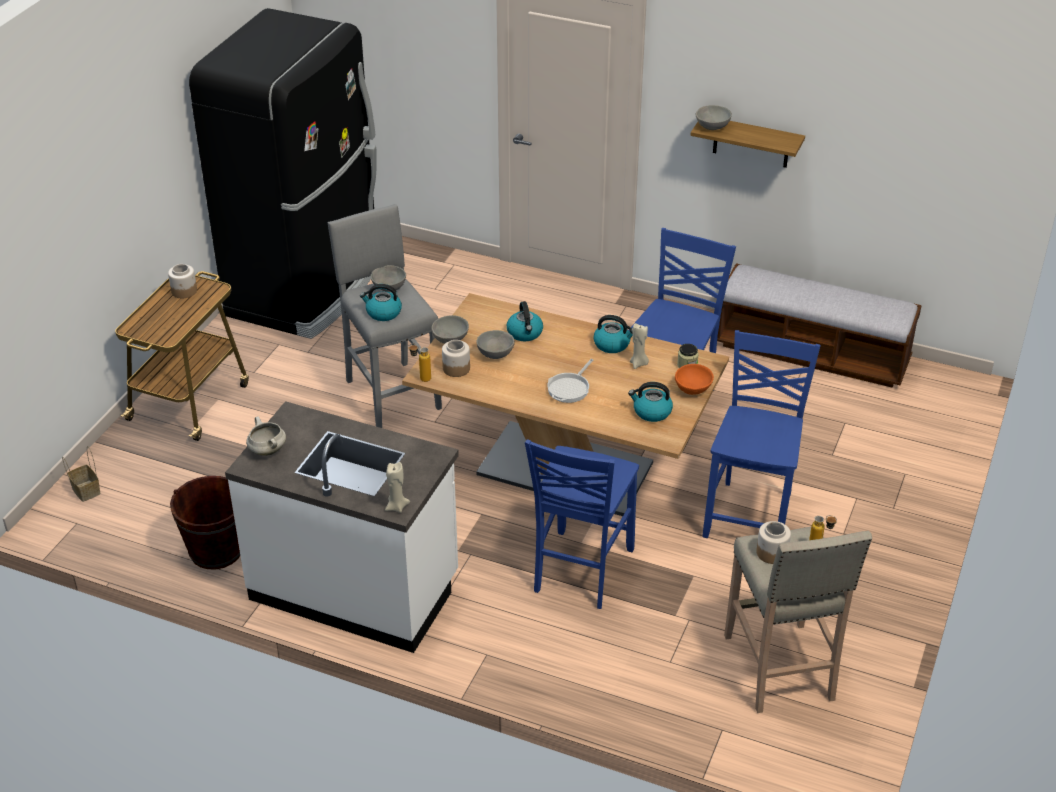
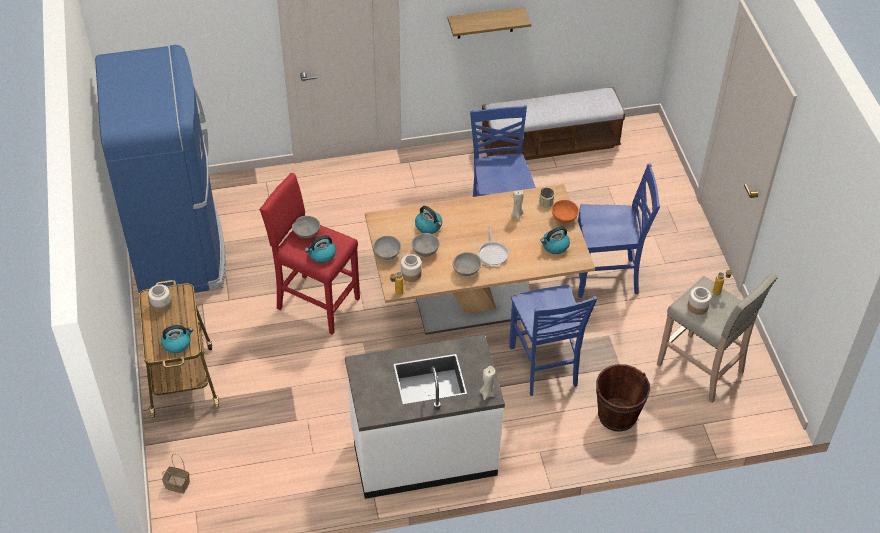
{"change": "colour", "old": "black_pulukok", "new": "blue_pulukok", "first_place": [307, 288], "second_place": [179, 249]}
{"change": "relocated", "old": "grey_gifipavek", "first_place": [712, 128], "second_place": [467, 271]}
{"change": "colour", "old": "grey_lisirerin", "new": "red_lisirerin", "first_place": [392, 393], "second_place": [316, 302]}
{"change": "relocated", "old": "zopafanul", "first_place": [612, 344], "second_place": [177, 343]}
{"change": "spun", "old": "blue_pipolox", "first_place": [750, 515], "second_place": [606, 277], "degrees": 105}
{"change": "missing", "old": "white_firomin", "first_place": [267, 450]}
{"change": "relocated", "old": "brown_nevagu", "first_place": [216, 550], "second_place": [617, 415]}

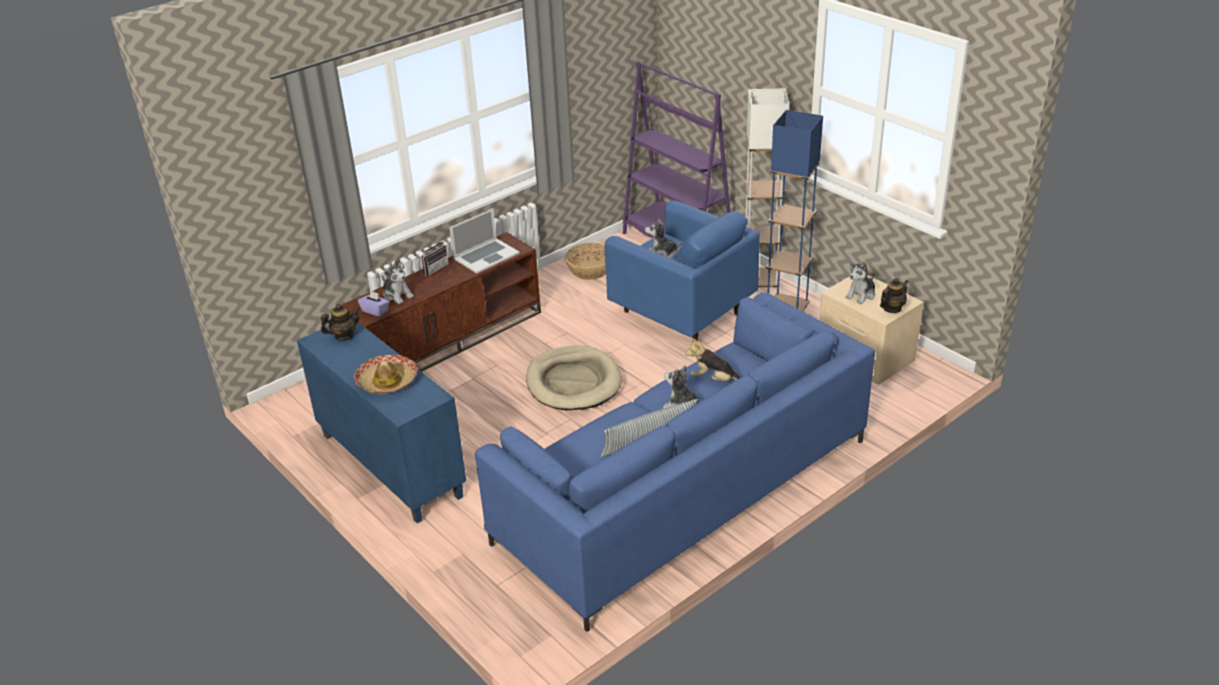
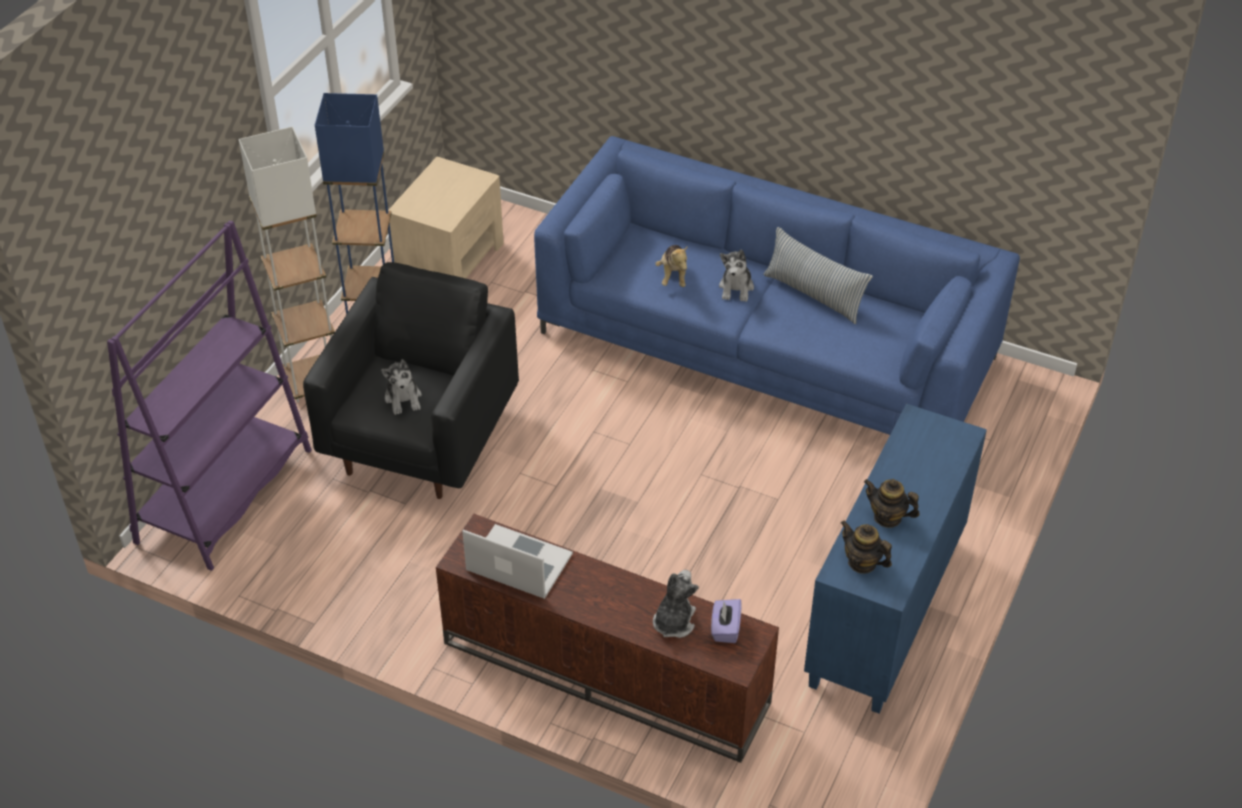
{"change": "colour", "old": "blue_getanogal", "new": "black_getanogal", "first_place": [681, 313], "second_place": [421, 439]}
{"change": "missing", "old": "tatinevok", "first_place": [434, 268]}
{"change": "missing", "old": "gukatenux", "first_place": [589, 270]}
{"change": "missing", "old": "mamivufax", "first_place": [861, 295]}
{"change": "relocated", "old": "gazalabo", "first_place": [892, 308], "second_place": [887, 517]}
{"change": "missing", "old": "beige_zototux", "first_place": [573, 382]}
{"change": "missing", "old": "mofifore", "first_place": [387, 381]}

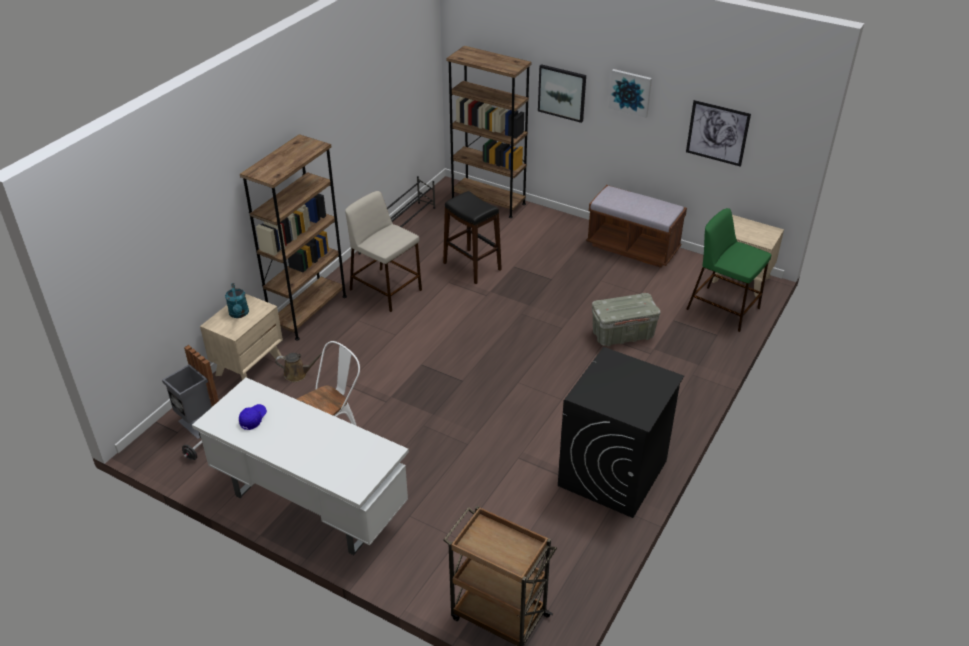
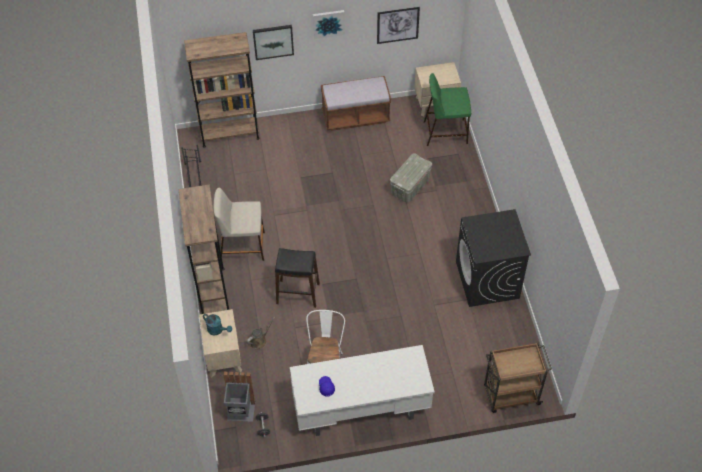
{"change": "relocated", "old": "black_lisirerin", "first_place": [472, 266], "second_place": [297, 294]}

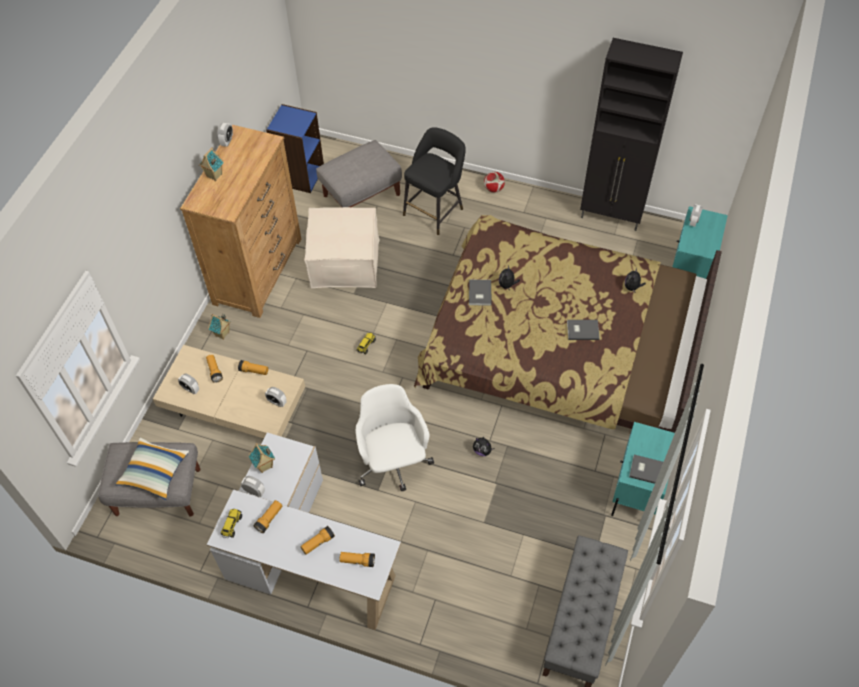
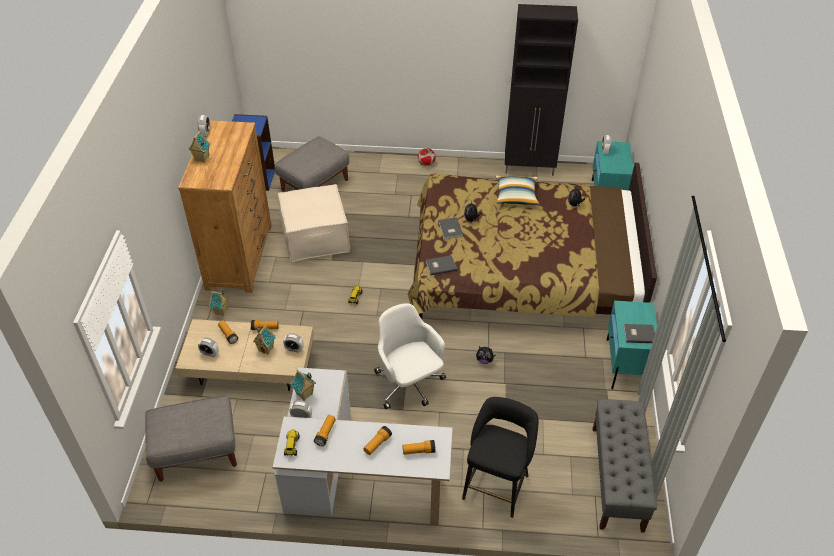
{"change": "relocated", "old": "black_lisirerin", "first_place": [435, 210], "second_place": [497, 484]}
{"change": "relocated", "old": "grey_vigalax", "first_place": [582, 330], "second_place": [440, 265]}
{"change": "relocated", "old": "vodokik", "first_place": [155, 472], "second_place": [516, 196]}
{"change": "appeared", "new": "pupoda", "second_place": [266, 349]}

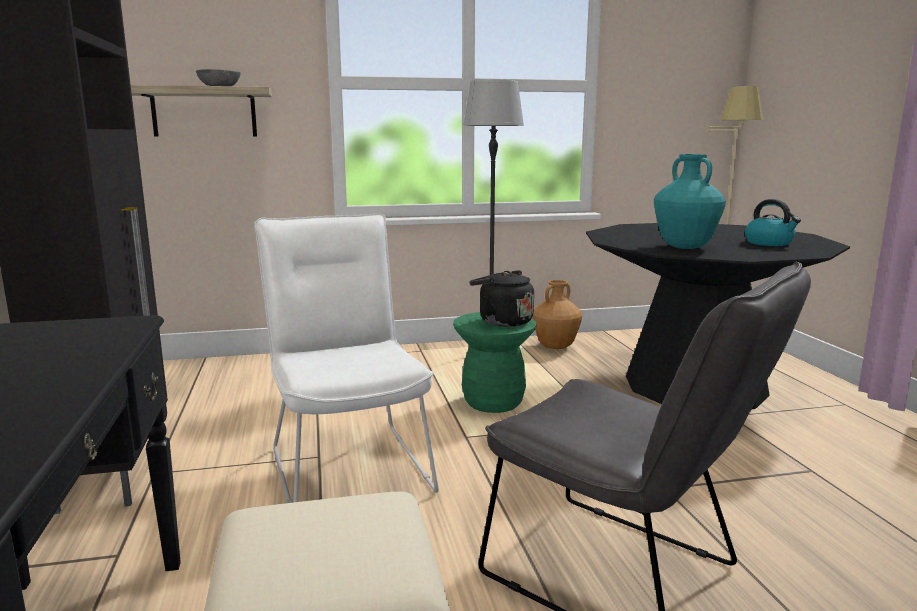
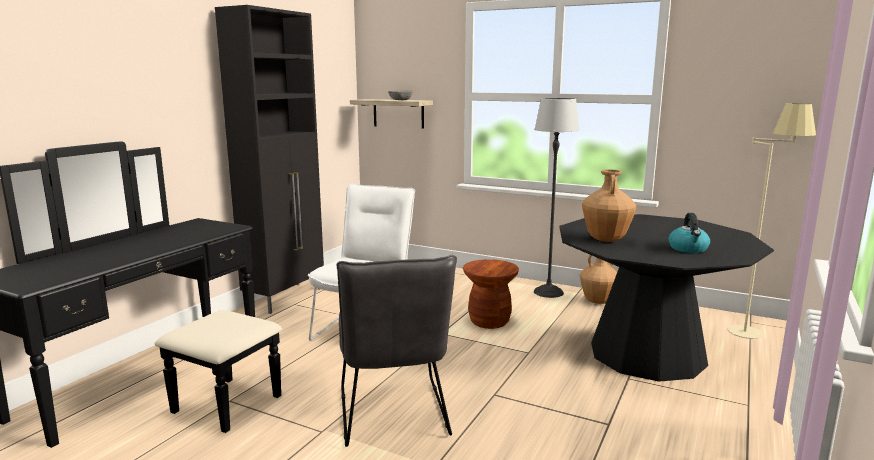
{"change": "colour", "old": "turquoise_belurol", "new": "brown_belurol", "first_place": [685, 247], "second_place": [606, 240]}
{"change": "missing", "old": "black_zopafanul", "first_place": [502, 321]}
{"change": "colour", "old": "green_lisirerin", "new": "brown_lisirerin", "first_place": [493, 402], "second_place": [489, 321]}

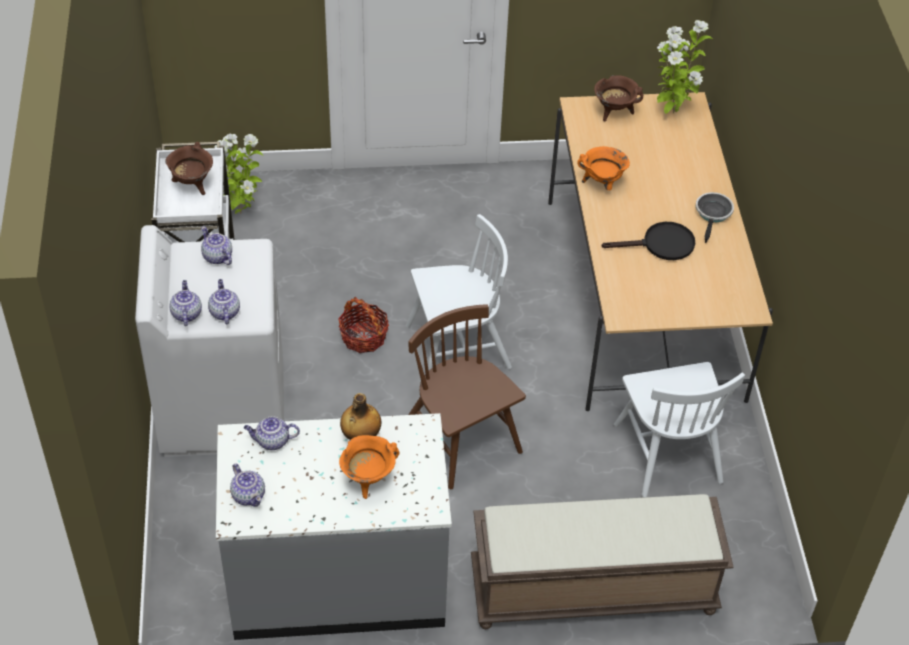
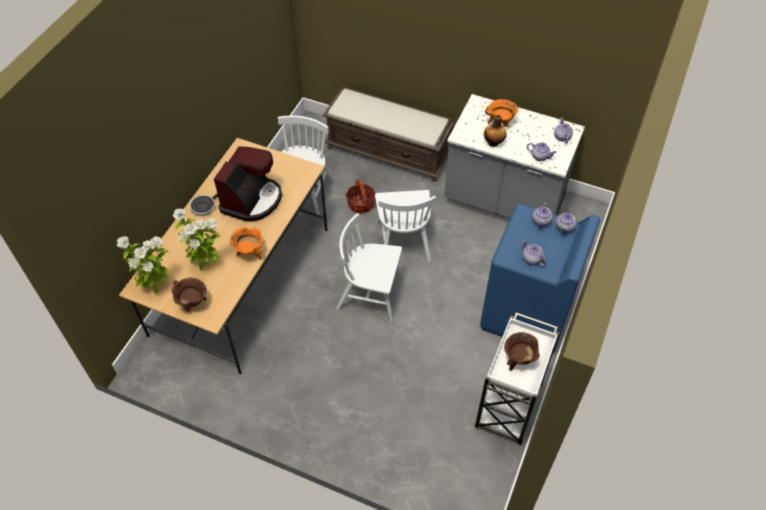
{"change": "relocated", "old": "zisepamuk", "first_place": [240, 213], "second_place": [205, 264]}
{"change": "exchanged", "old": "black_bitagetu", "new": "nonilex", "first_place": [661, 245], "second_place": [252, 200]}
{"change": "colour", "old": "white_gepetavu", "new": "blue_gepetavu", "first_place": [222, 407], "second_place": [527, 314]}
{"change": "spun", "old": "gazalabo", "first_place": [217, 257], "second_place": [531, 259], "degrees": 150}
{"change": "relocated", "old": "gukatenux", "first_place": [363, 337], "second_place": [361, 204]}
{"change": "colour", "old": "brown_pipolox", "new": "white_pipolox", "first_place": [461, 439], "second_place": [403, 241]}

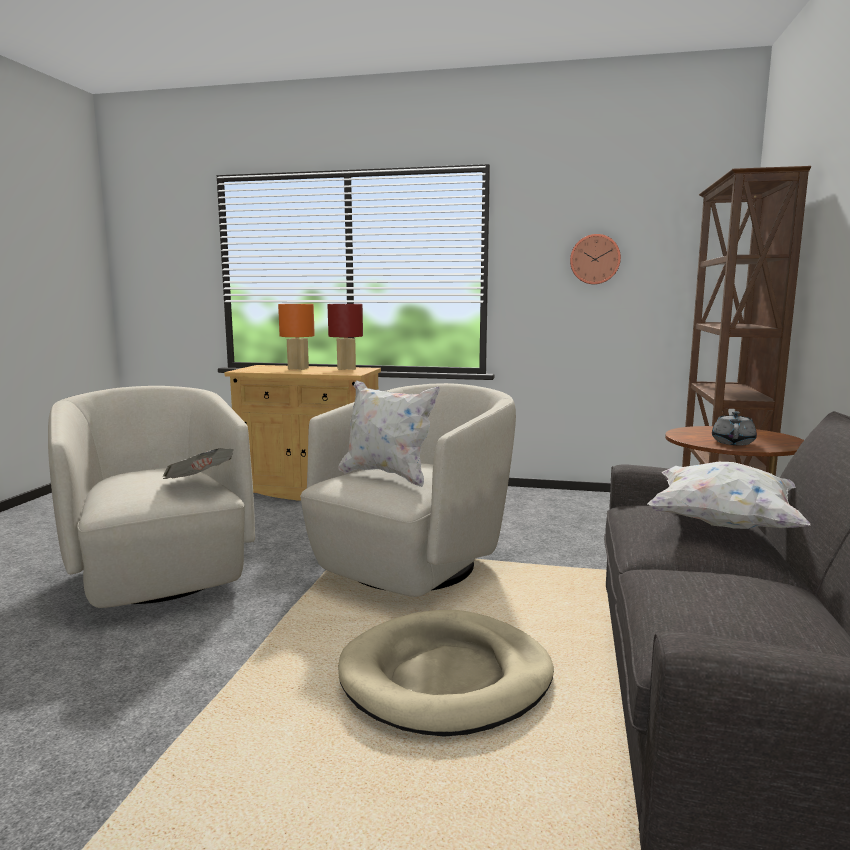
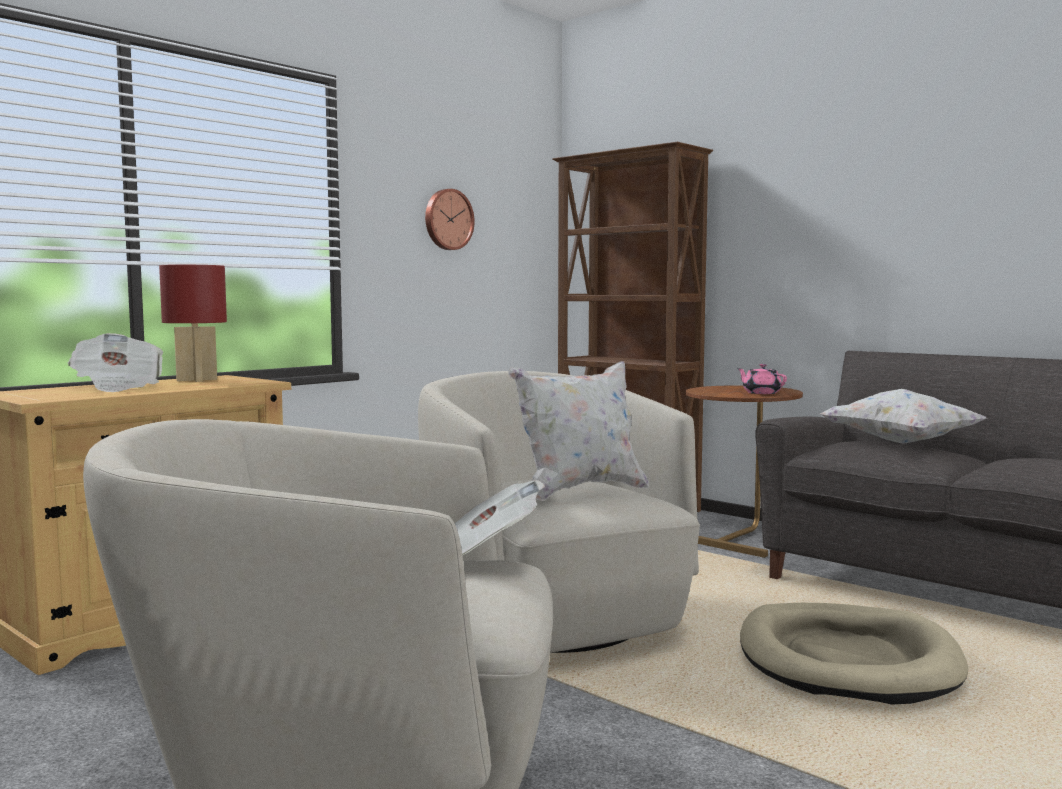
{"change": "exchanged", "old": "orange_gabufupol", "new": "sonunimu", "first_place": [298, 368], "second_place": [118, 387]}
{"change": "colour", "old": "grey_gazalabo", "new": "pink_gazalabo", "first_place": [733, 442], "second_place": [761, 393]}

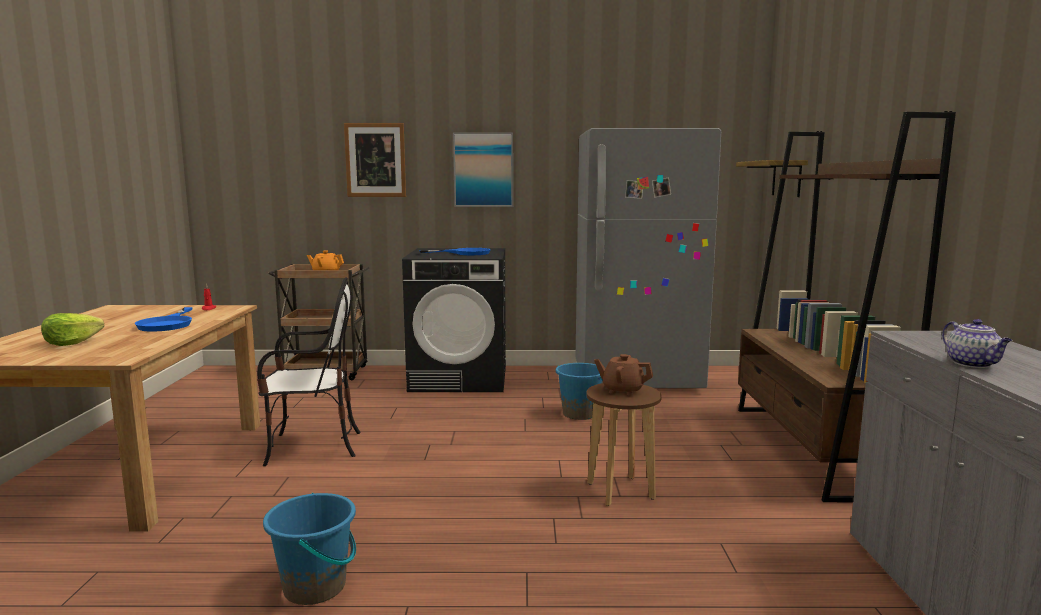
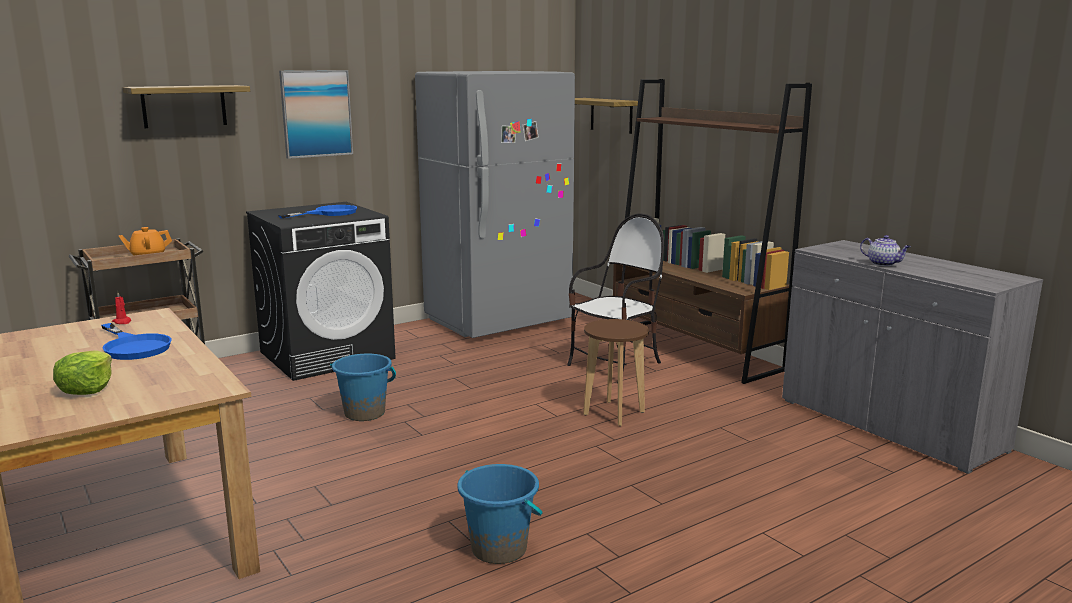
{"change": "exchanged", "old": "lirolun", "new": "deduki", "first_place": [375, 160], "second_place": [184, 106]}
{"change": "relocated", "old": "pipolox", "first_place": [312, 447], "second_place": [615, 365]}
{"change": "missing", "old": "brown_gazalabo", "first_place": [622, 390]}
{"change": "relocated", "old": "blue_nevagu", "first_place": [580, 414], "second_place": [365, 413]}

